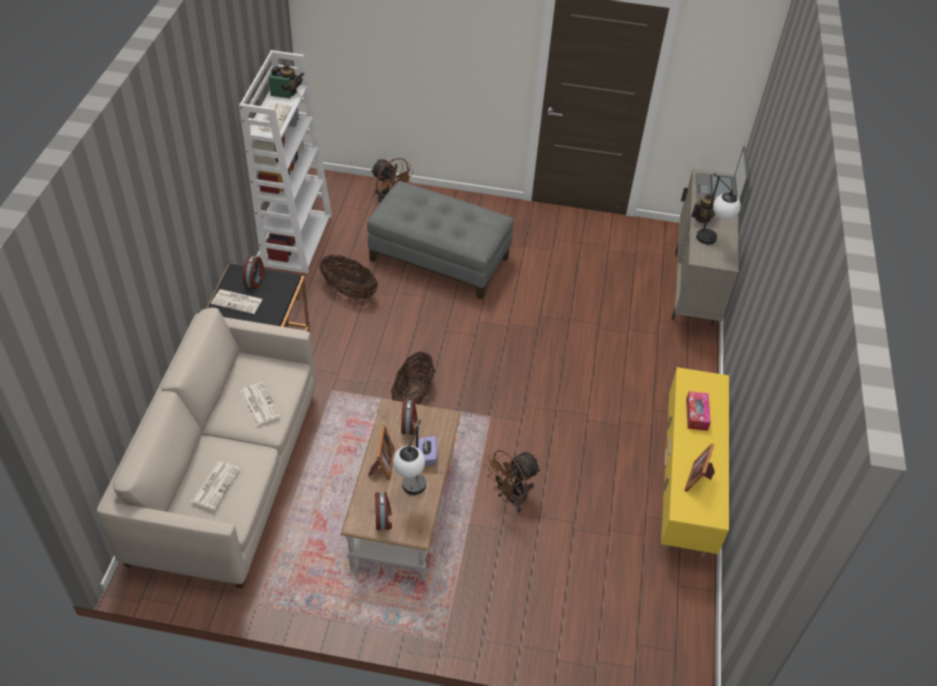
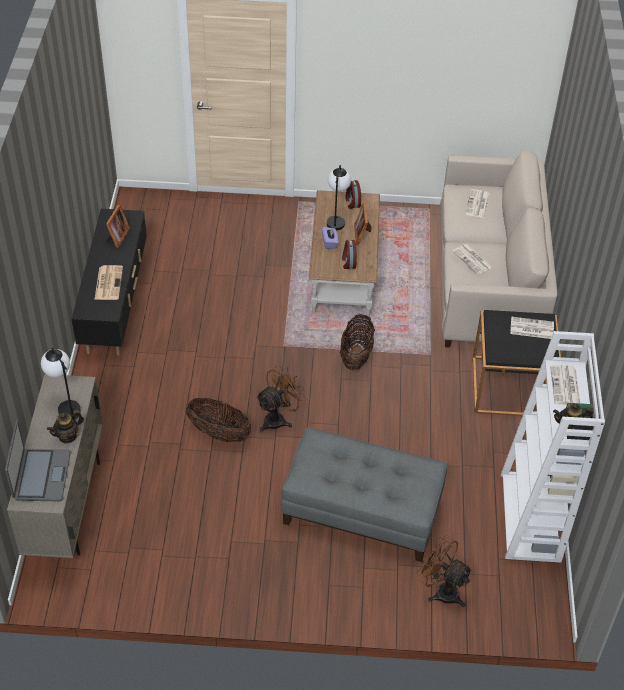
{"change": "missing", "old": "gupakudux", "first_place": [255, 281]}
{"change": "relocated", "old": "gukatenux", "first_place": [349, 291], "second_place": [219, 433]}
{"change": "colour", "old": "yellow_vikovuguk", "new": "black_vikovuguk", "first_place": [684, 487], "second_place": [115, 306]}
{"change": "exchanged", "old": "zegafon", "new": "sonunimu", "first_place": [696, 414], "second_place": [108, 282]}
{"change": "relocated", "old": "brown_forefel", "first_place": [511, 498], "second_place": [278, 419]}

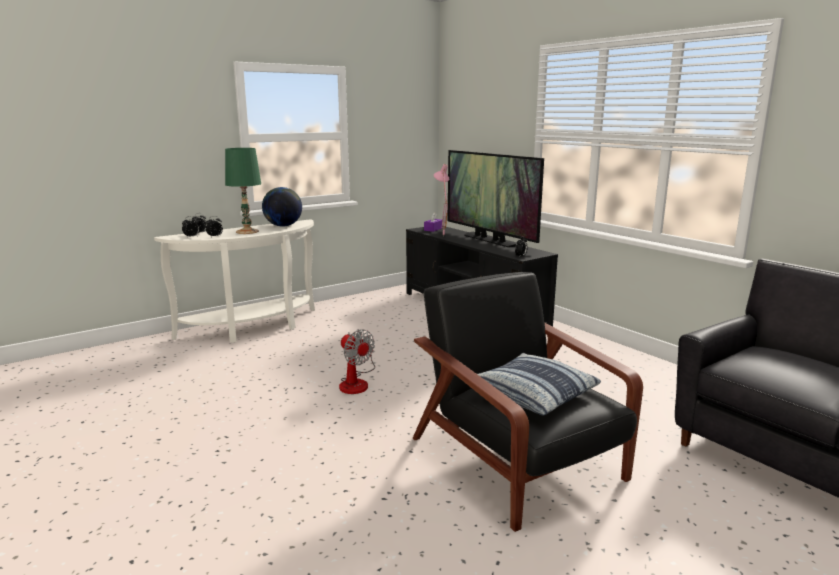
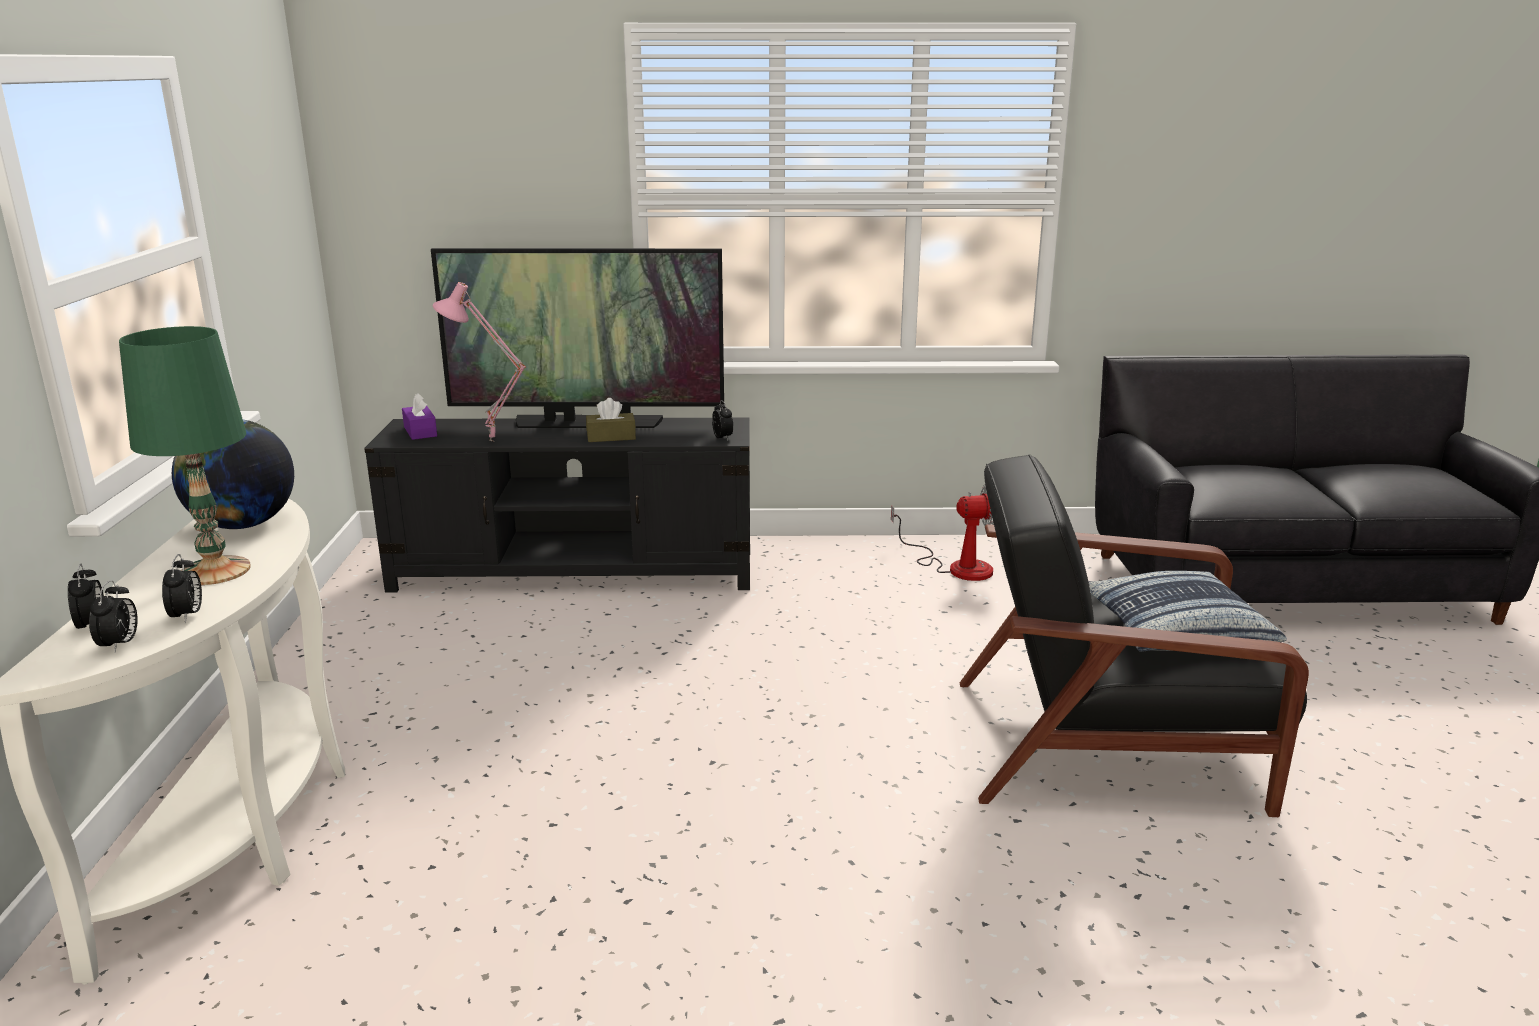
{"change": "relocated", "old": "forefel", "first_place": [356, 382], "second_place": [957, 566]}
{"change": "appeared", "new": "brown_zegafon", "second_place": [611, 437]}

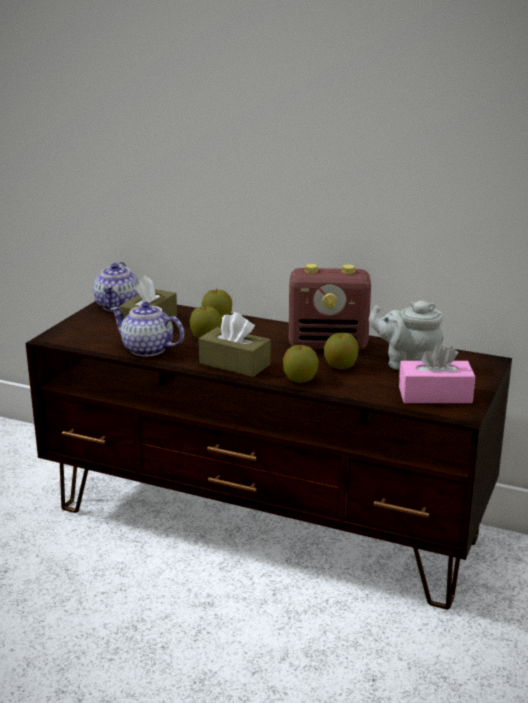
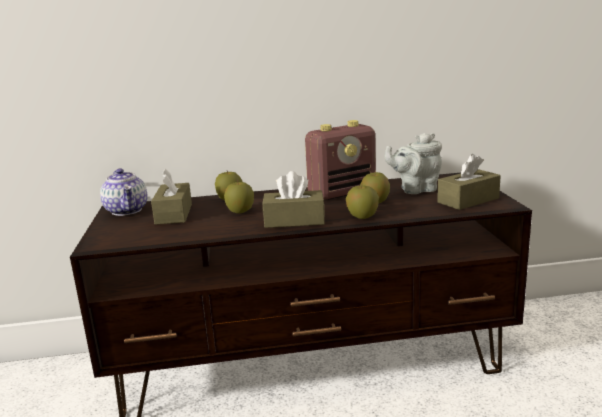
{"change": "missing", "old": "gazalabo", "first_place": [147, 349]}
{"change": "colour", "old": "pink_zegafon", "new": "brown_zegafon", "first_place": [435, 395], "second_place": [468, 200]}

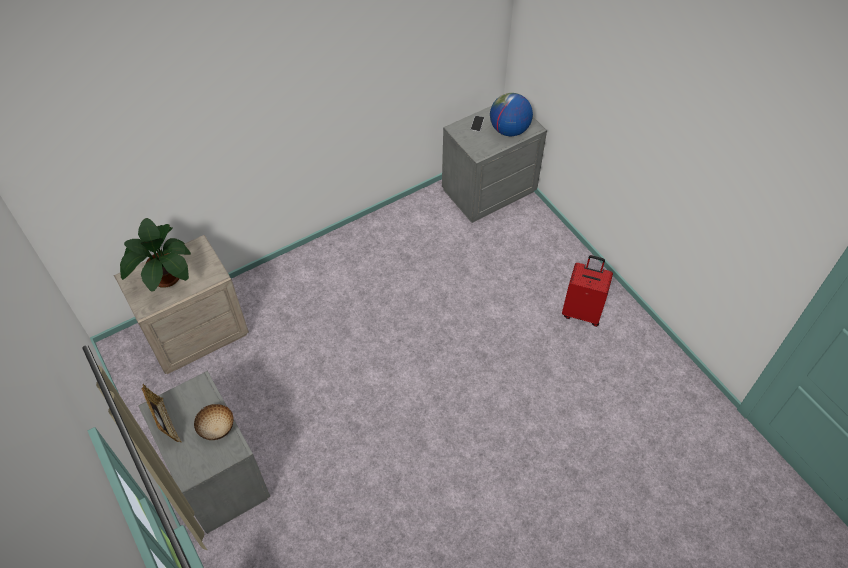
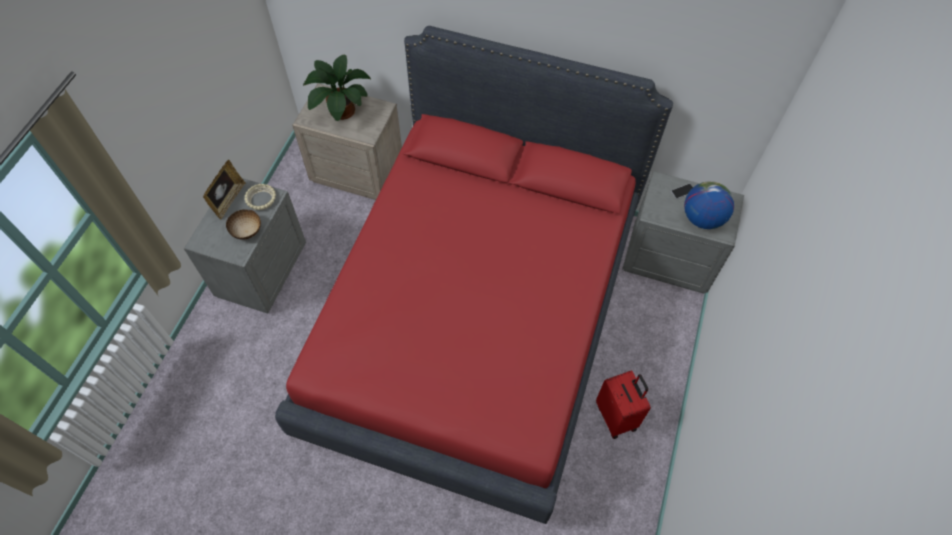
{"change": "appeared", "new": "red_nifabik", "second_place": [475, 320]}
{"change": "appeared", "new": "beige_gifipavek", "second_place": [262, 199]}

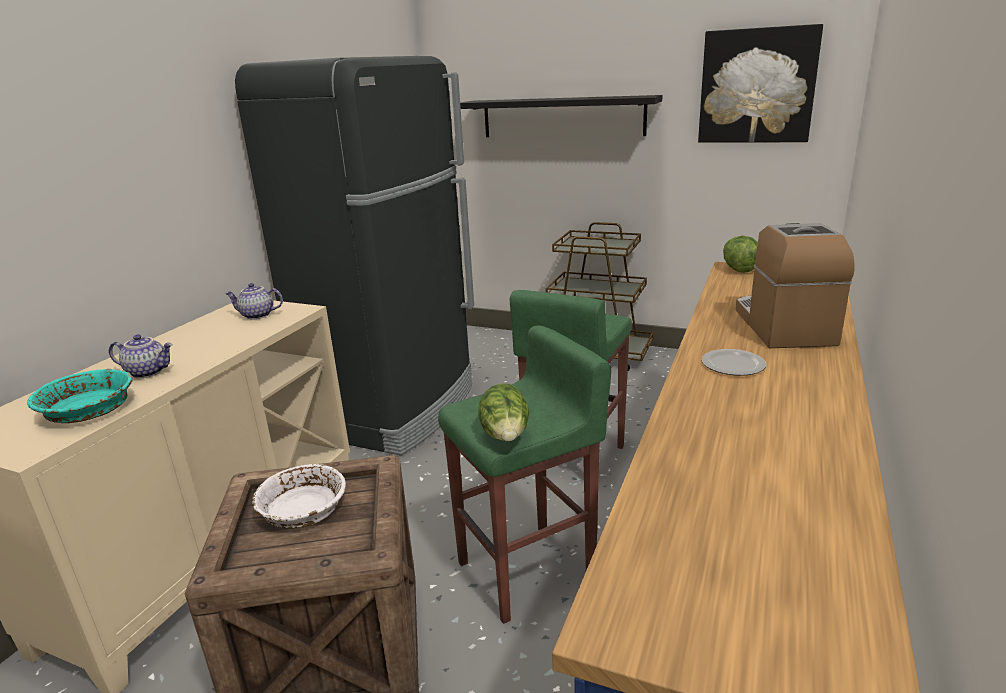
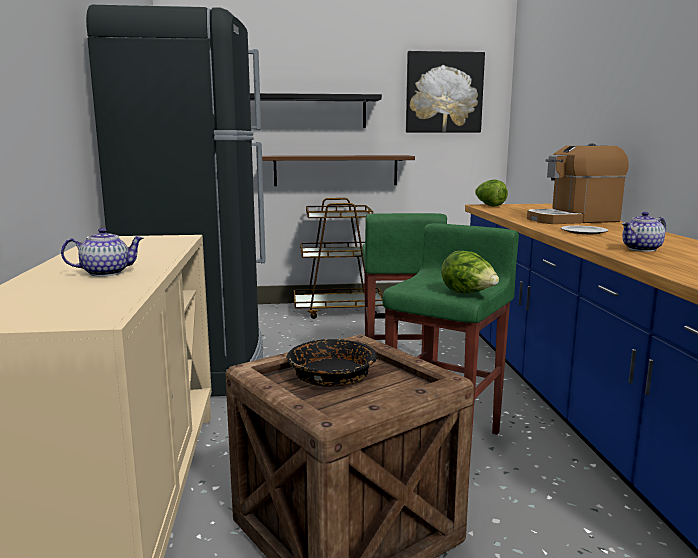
{"change": "spun", "old": "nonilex", "first_place": [783, 326], "second_place": [572, 220], "degrees": -75}
{"change": "relocated", "old": "gazalabo", "first_place": [257, 315], "second_place": [642, 249]}
{"change": "missing", "old": "turquoise_gifipavek", "first_place": [89, 410]}
{"change": "colour", "old": "white_gifipavek", "new": "black_gifipavek", "first_place": [302, 510], "second_place": [331, 377]}
{"change": "appeared", "new": "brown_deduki", "second_place": [336, 170]}

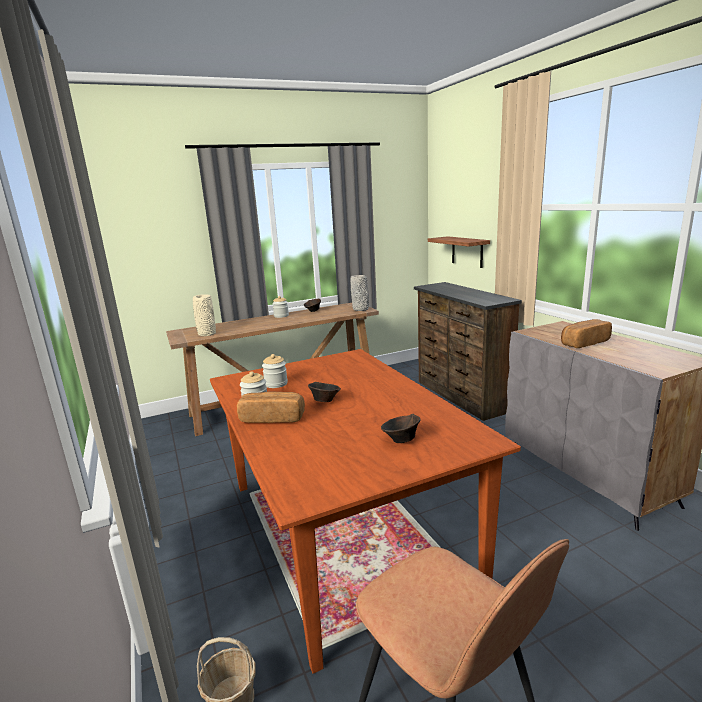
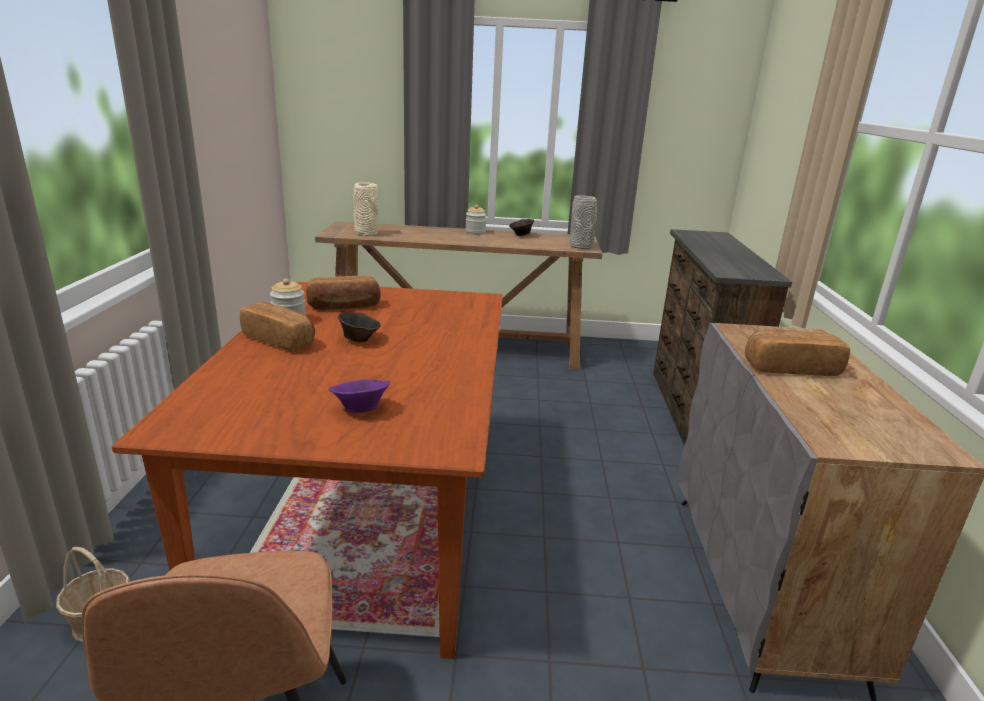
{"change": "missing", "old": "deduki", "first_place": [467, 251]}
{"change": "exchanged", "old": "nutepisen", "new": "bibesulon", "first_place": [276, 384], "second_place": [344, 306]}
{"change": "colour", "old": "brown_gifipavek", "new": "purple_gifipavek", "first_place": [401, 440], "second_place": [360, 409]}

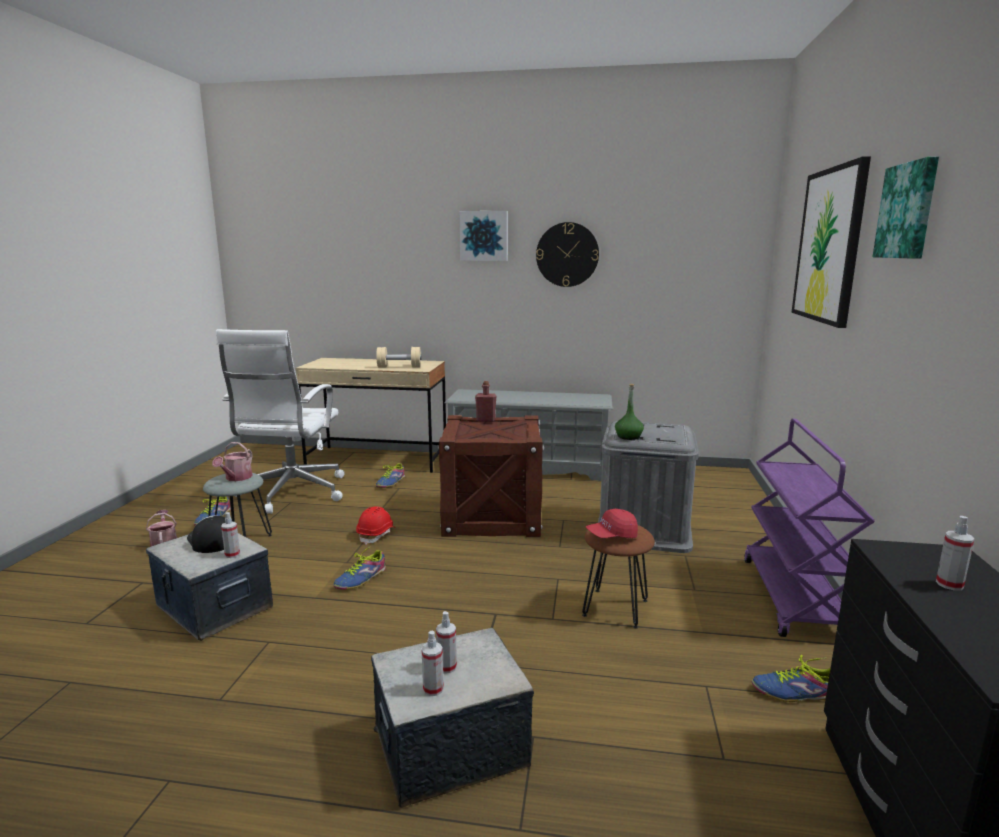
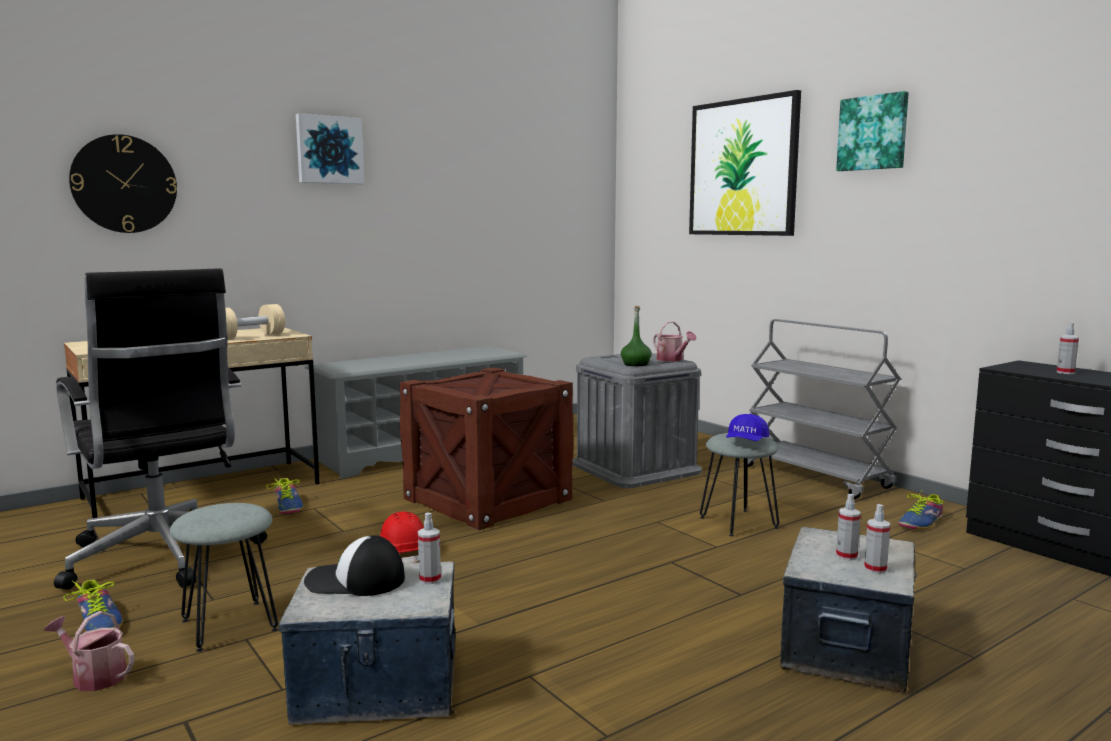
{"change": "relocated", "old": "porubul", "first_place": [567, 254], "second_place": [124, 184]}
{"change": "colour", "old": "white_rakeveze", "new": "black_rakeveze", "first_place": [291, 493], "second_place": [162, 557]}
{"change": "missing", "old": "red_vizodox", "first_place": [485, 420]}
{"change": "colour", "old": "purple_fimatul", "new": "grey_fimatul", "first_place": [794, 599], "second_place": [817, 477]}
{"change": "relocated", "old": "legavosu", "first_place": [236, 478], "second_place": [672, 360]}
{"change": "colour", "old": "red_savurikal", "new": "blue_savurikal", "first_place": [611, 536], "second_place": [746, 442]}
{"change": "colour", "old": "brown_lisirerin", "new": "grey_lisirerin", "first_place": [616, 608], "second_place": [739, 522]}
{"change": "missing", "old": "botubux", "first_place": [361, 579]}

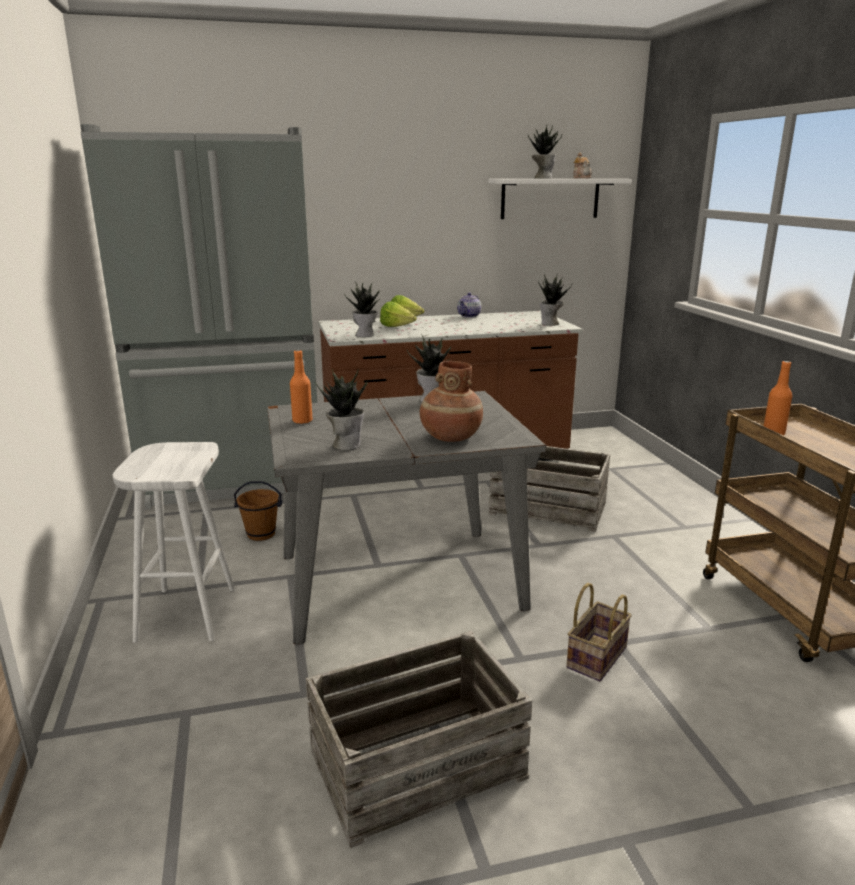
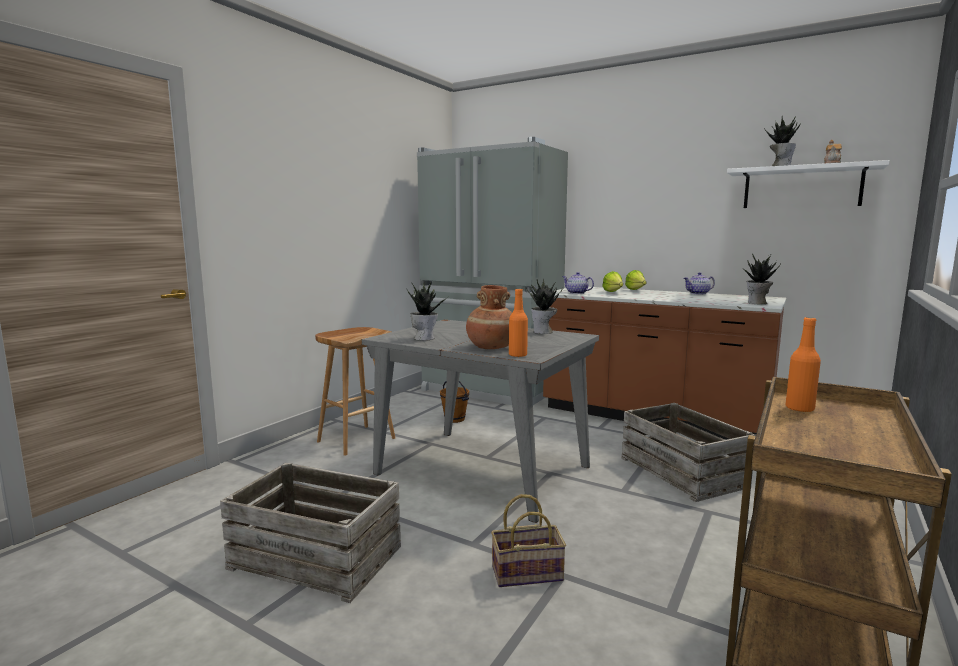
{"change": "exchanged", "old": "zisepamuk", "new": "gazalabo", "first_place": [365, 335], "second_place": [577, 293]}
{"change": "relocated", "old": "orange_vizodox", "first_place": [302, 421], "second_place": [518, 355]}
{"change": "colour", "old": "white_lisirerin", "new": "brown_lisirerin", "first_place": [186, 613], "second_place": [356, 439]}

